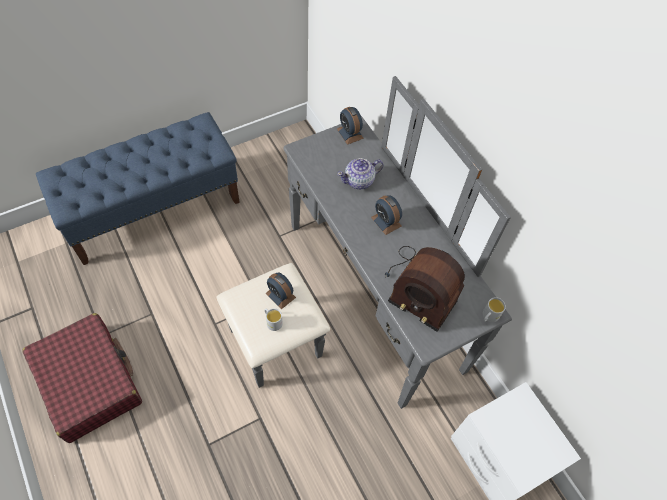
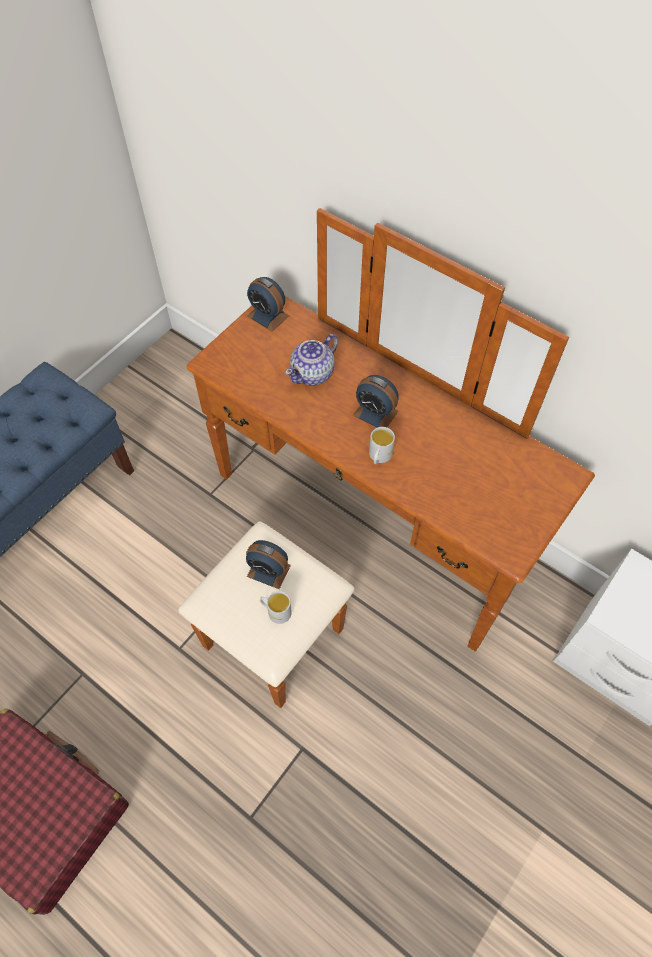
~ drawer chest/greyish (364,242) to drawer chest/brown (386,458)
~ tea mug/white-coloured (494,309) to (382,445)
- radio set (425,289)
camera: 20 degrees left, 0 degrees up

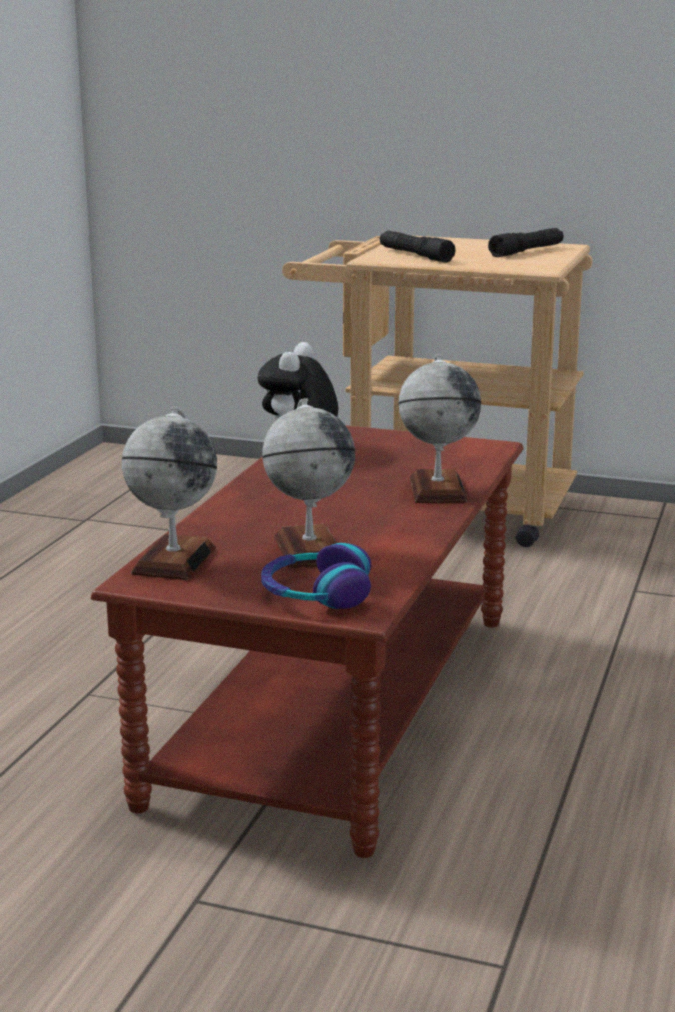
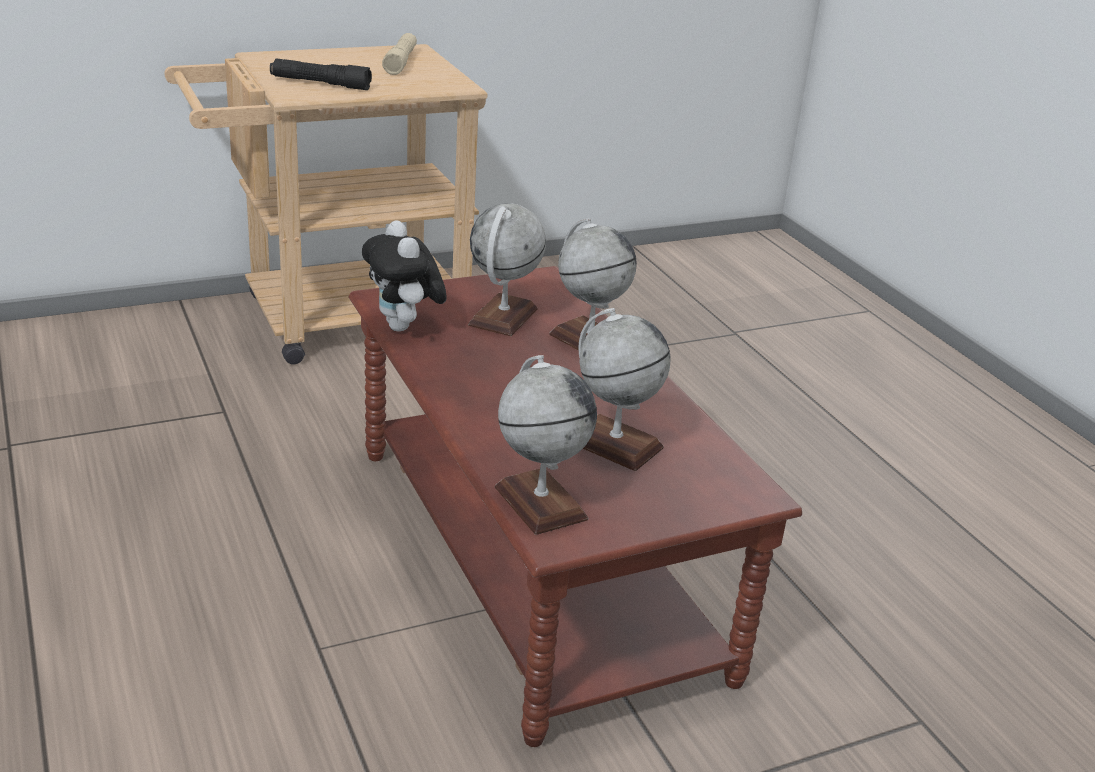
~ flashlight/blackish (526,242) to flashlight/beige-coloured (399,54)
+ world globe (507,269)
- headphones (316,576)
camera: 45 degrees left, 10 degrees up

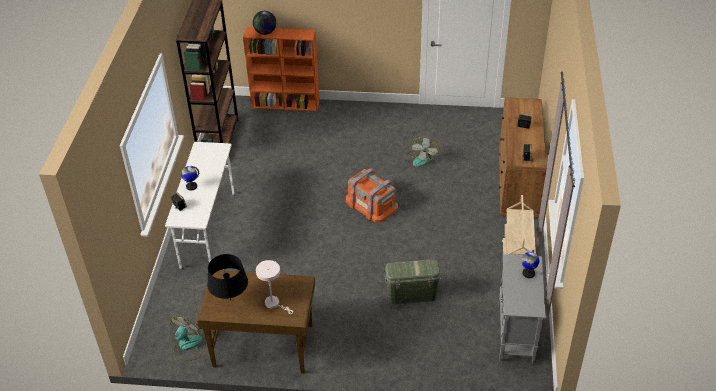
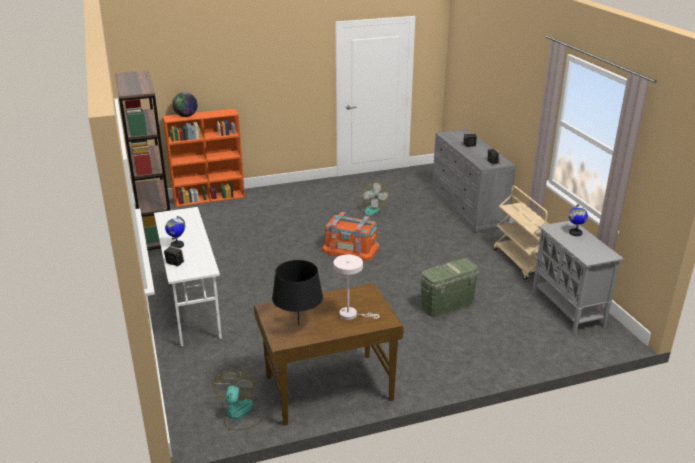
~ drawer chest/brown (522,157) to drawer chest/greyish (474,180)
camera: 25 degrees left, 15 degrees down

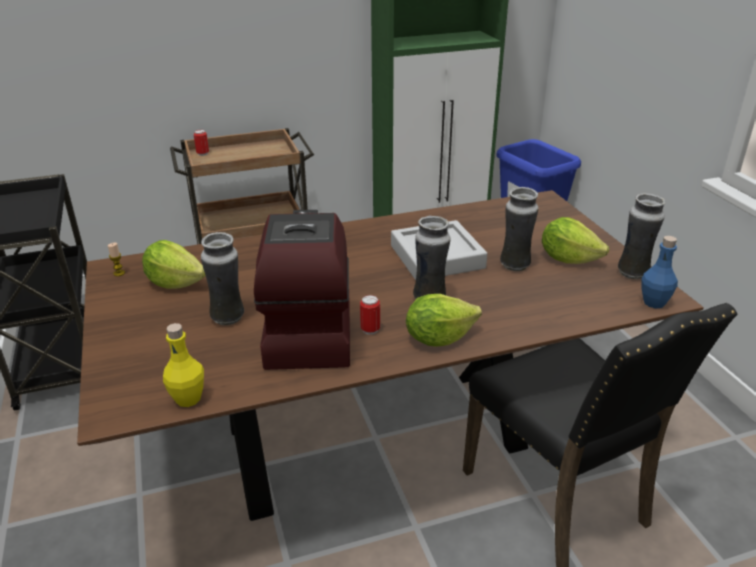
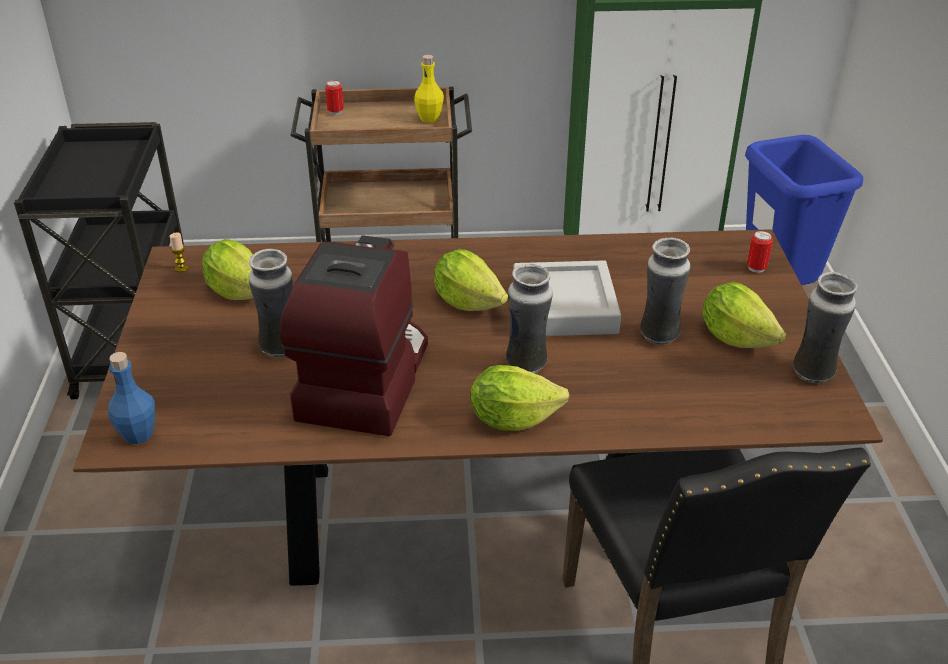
~ drink bottle/blue-coloured (659,272) to (131,398)
~ drink bottle/yellow-coloured (183,365) to (429,89)
+ head of lettuce (471,280)
~ metal can (370,315) to (760,252)
camera: 15 degrees right, 5 degrees up

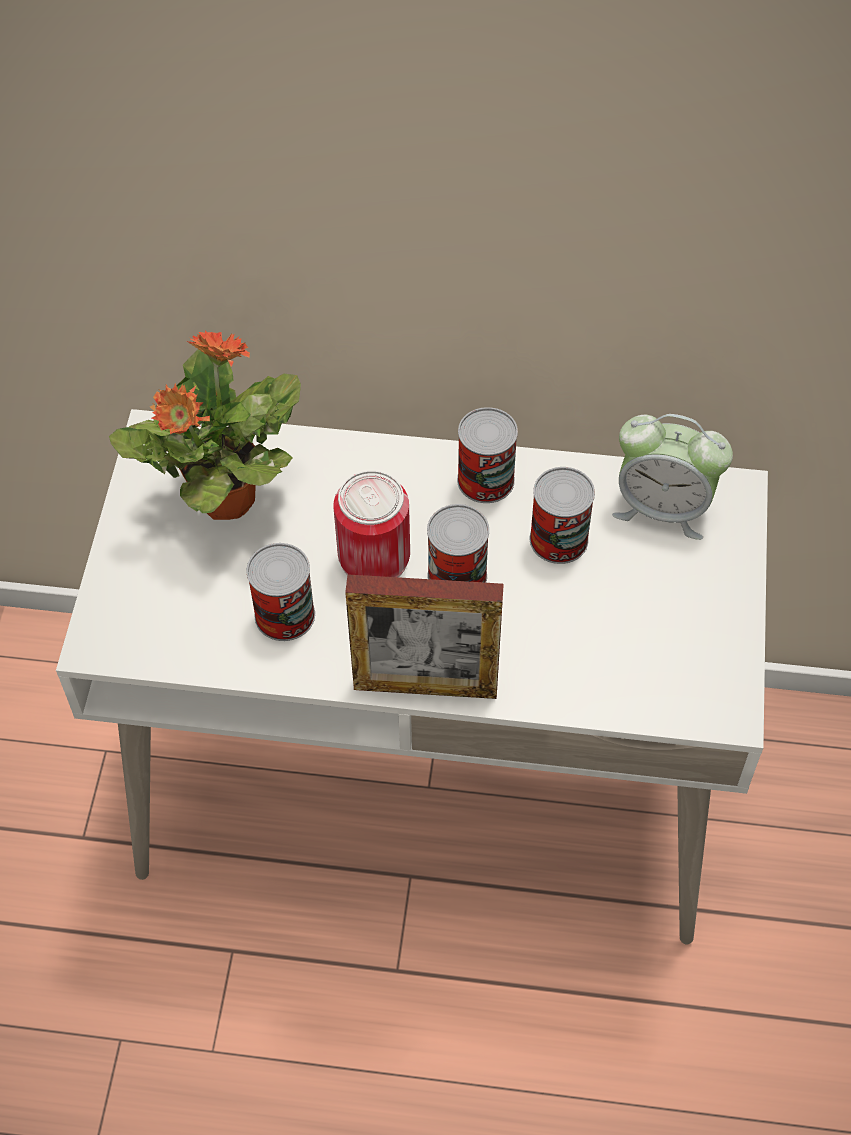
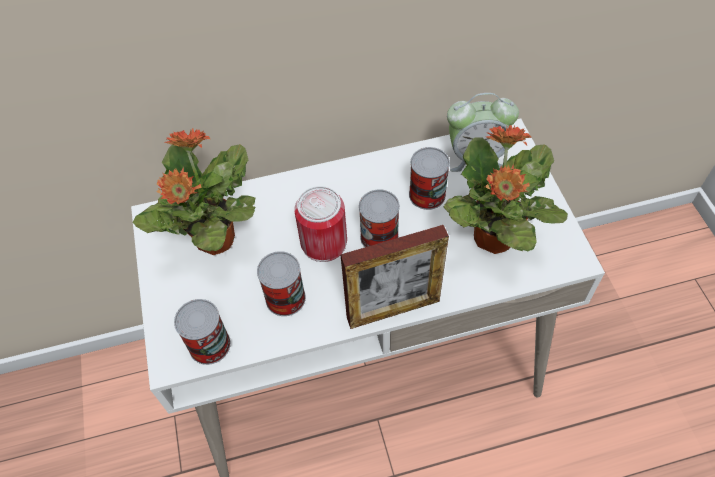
~ metal can (487,455) to (202,332)
+ houseplant (506,189)
camera: 20 degrees left, 0 degrees up

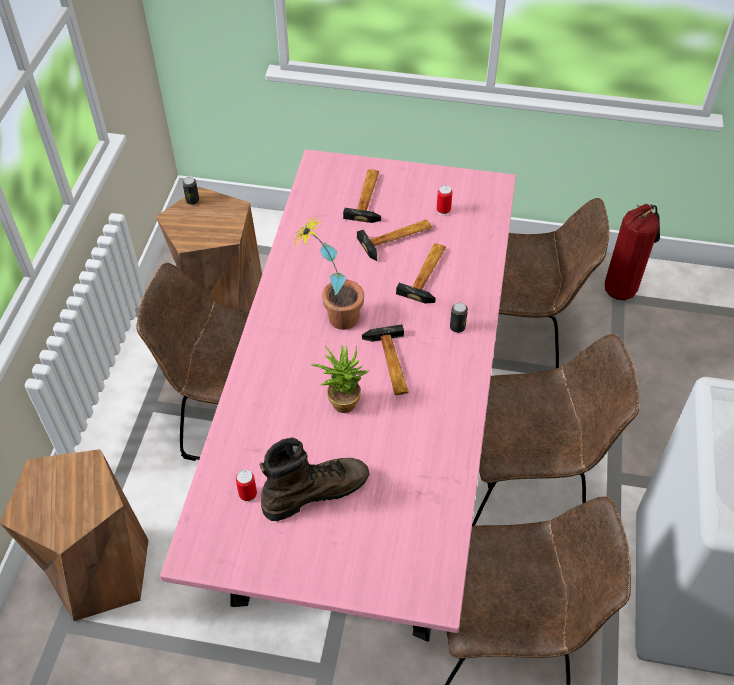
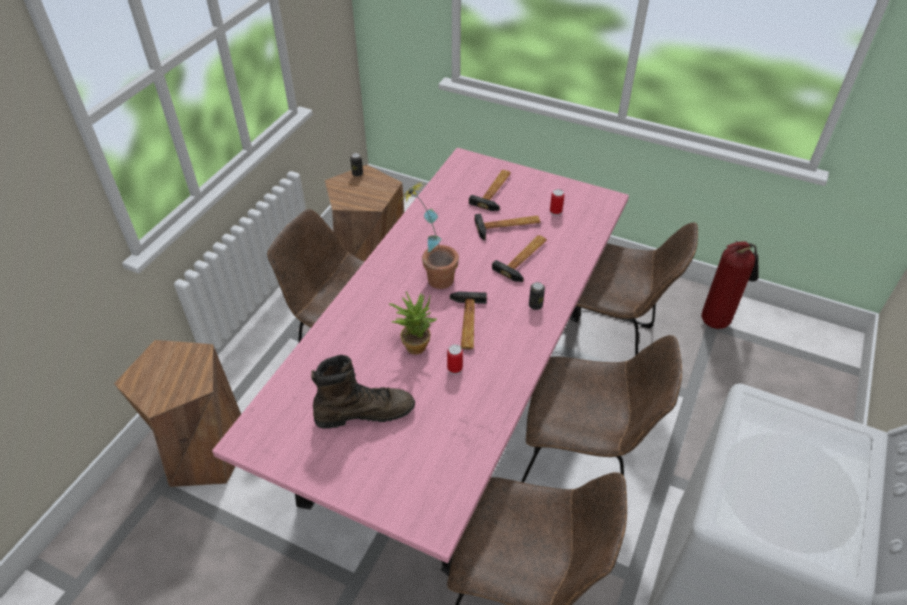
~ metal can (246,486) to (455,359)
camera: 15 degrees right, 5 degrees down

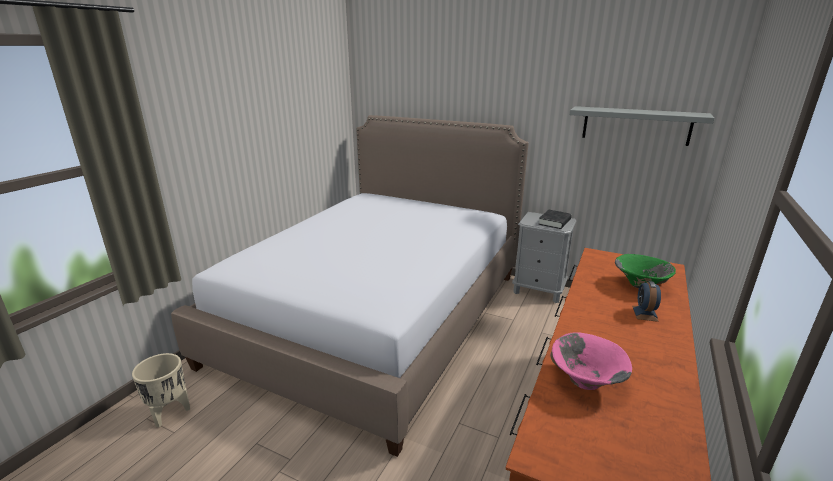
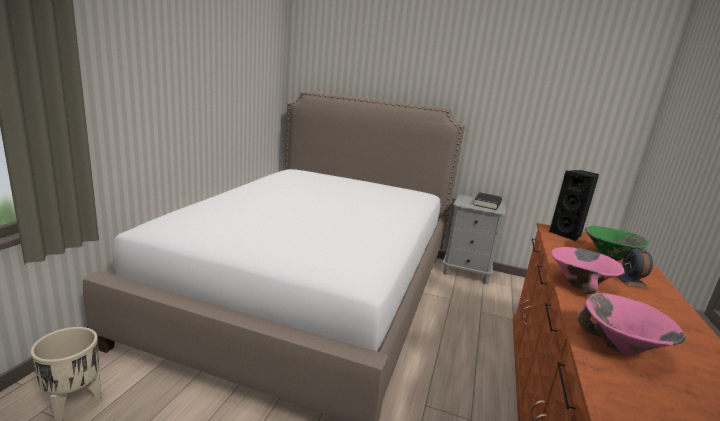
+ loudspeaker/blackish (574,205)
+ serving bowl/pink-coloured (587,270)
- shelf/greyish (641,126)
camera: 10 degrees left, 5 degrees down

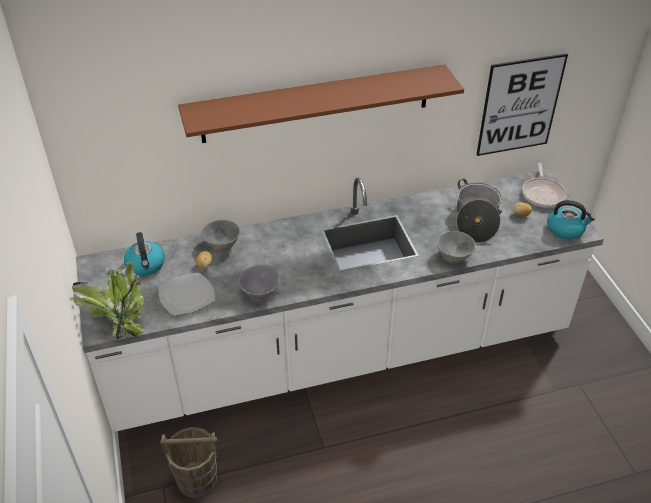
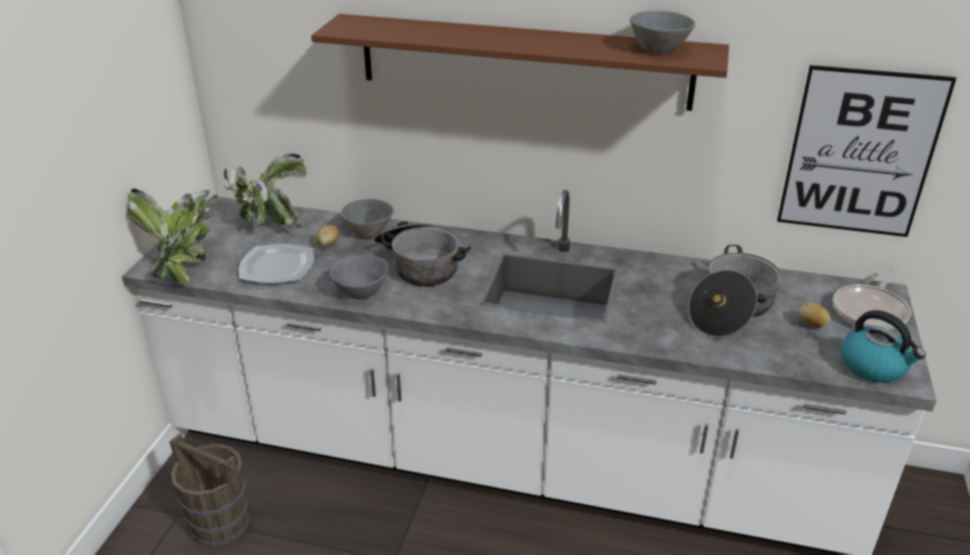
~ water kettle (144,254) to houseplant (265,190)
+ stockpot (422,254)
~ serving bowl/greyish (456,247) to (662,32)
camera: 30 degrees right, 10 degrees down

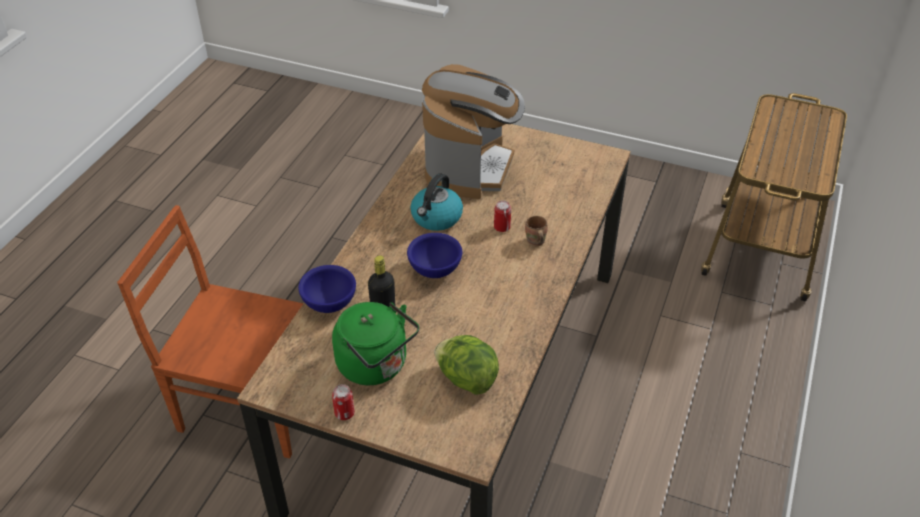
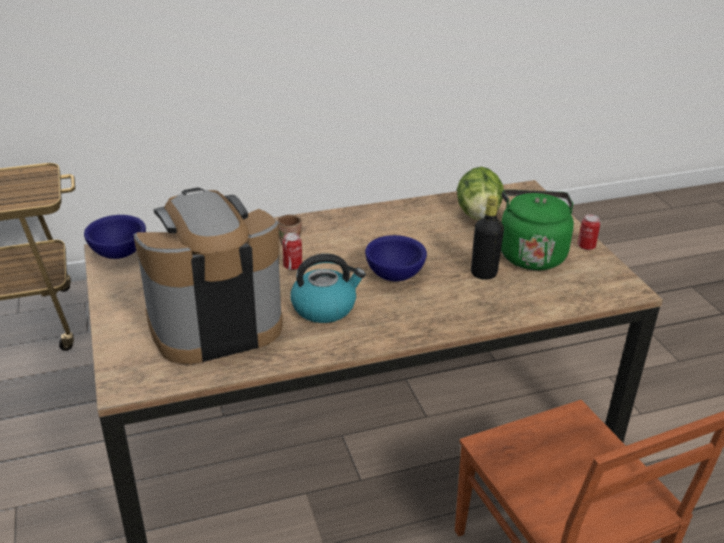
~ serving bowl/blue-coloured (327,289) to (115,237)
camera: 130 degrees left, 10 degrees down

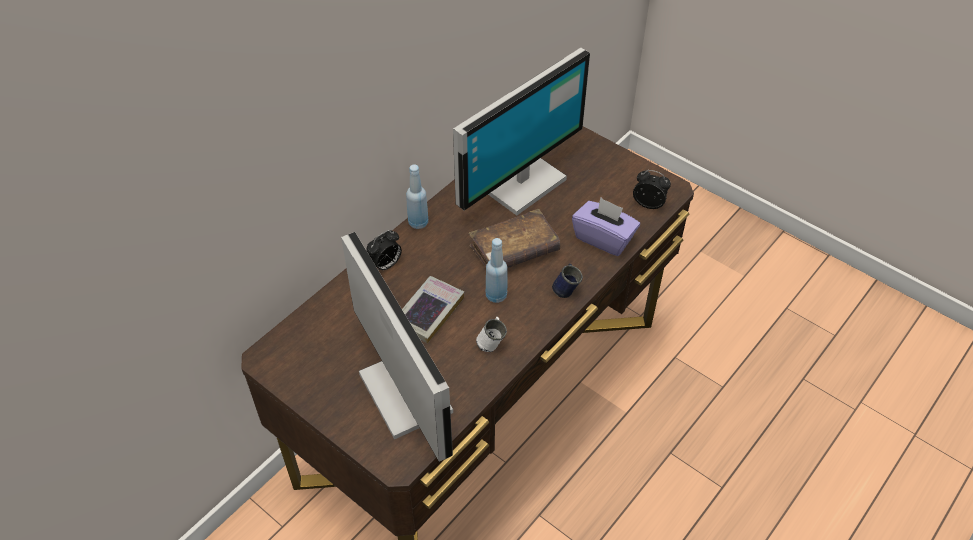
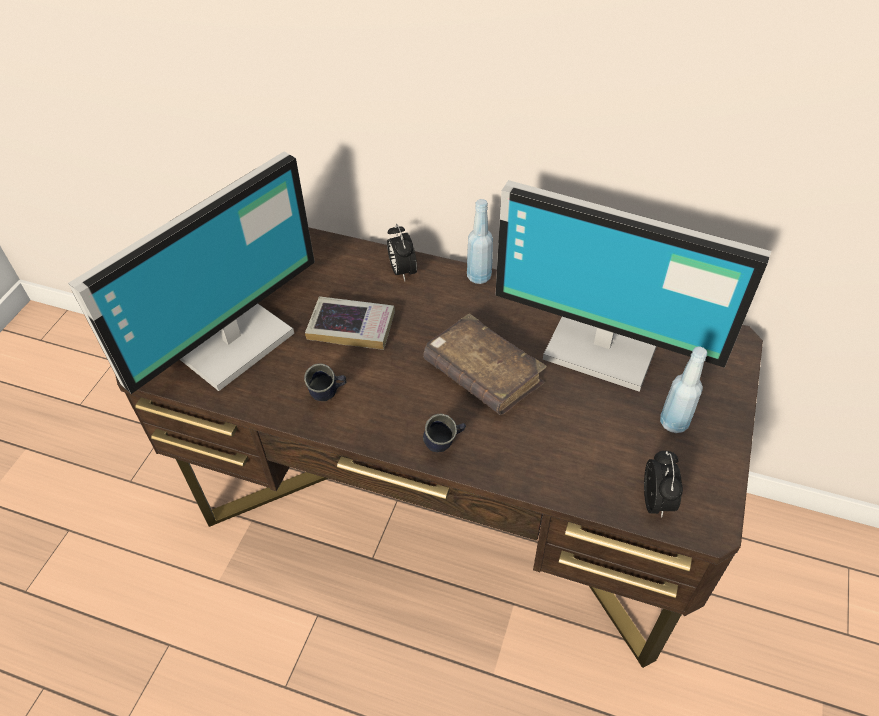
~ tea mug/white-coloured (491,334) to tea mug/blue-coloured (325,382)
~ table clock (384,250) = (402,252) 45 degrees clockwise
~ drink bottle/blue-coloured (497,270) to (683,390)
- tissue holder/purple-coloured (606,226)
camera: 70 degrees right, 0 degrees up

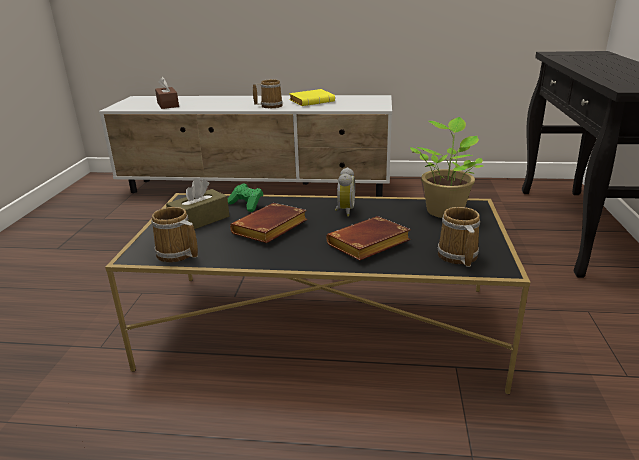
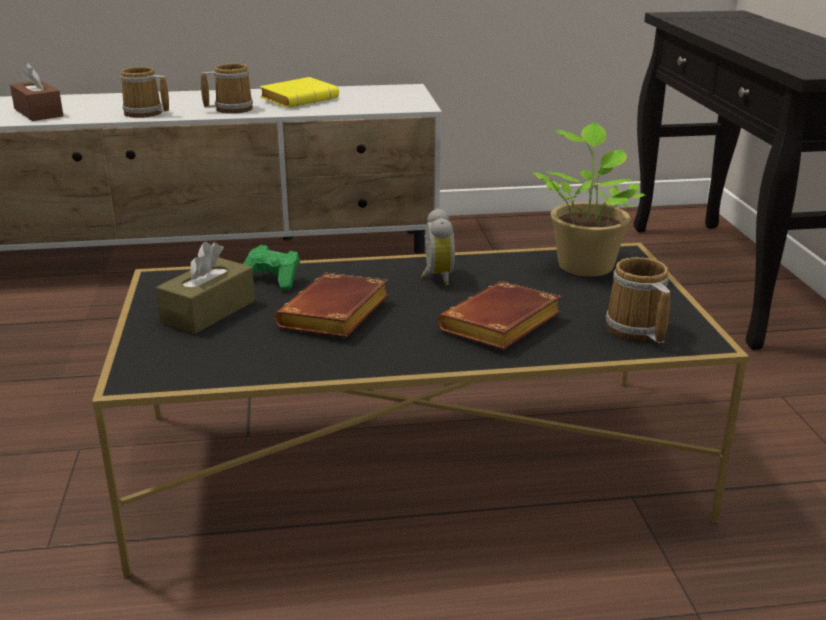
~ tea mug (174,234) to (145,92)
camera: 15 degrees left, 0 degrees up

